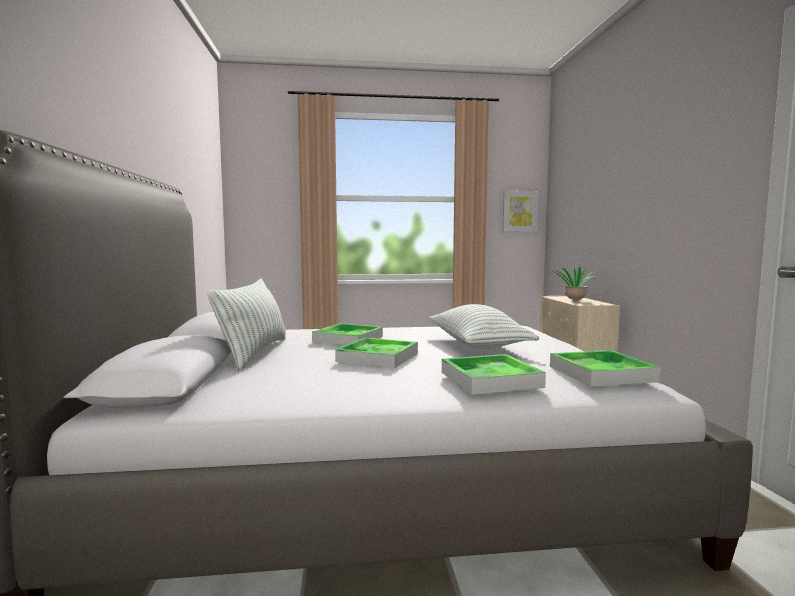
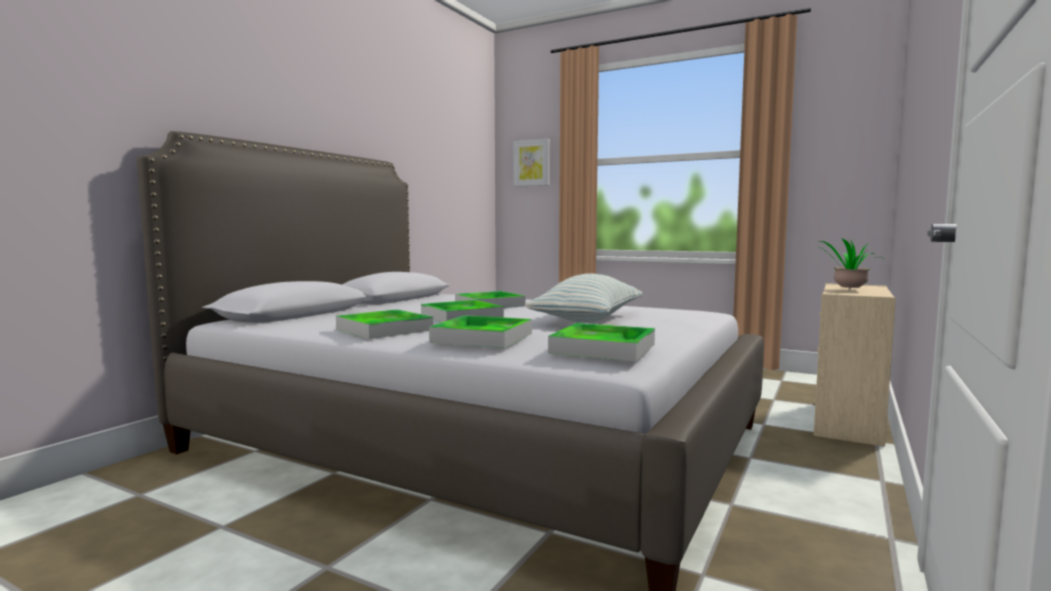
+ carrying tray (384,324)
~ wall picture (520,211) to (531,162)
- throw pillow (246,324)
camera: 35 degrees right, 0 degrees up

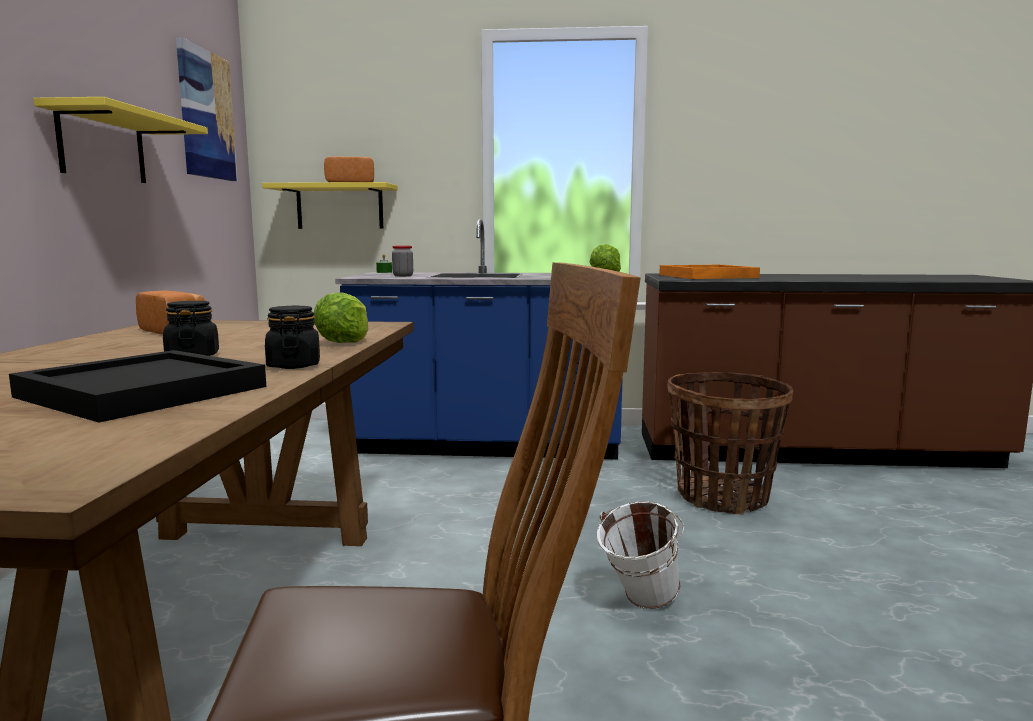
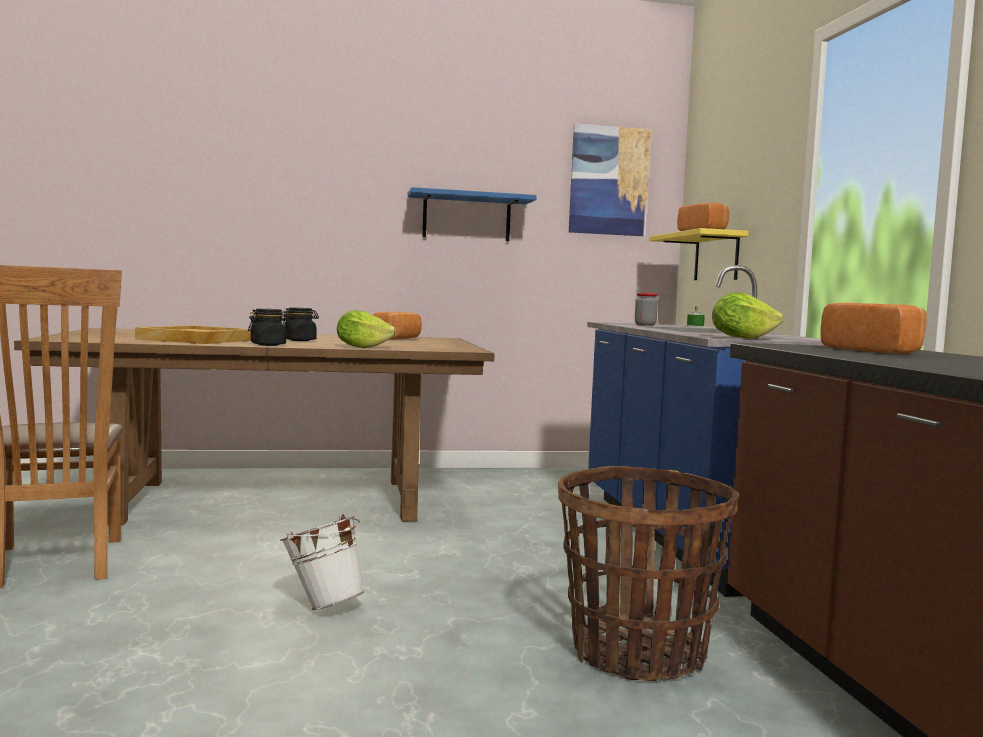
~ carrying tray/blackish (137,386) to carrying tray/beige-coloured (193,334)
~ shelf/yellow-coloured (120,140) to shelf/blue-coloured (472,214)
~ carrying tray/orange-coloured (709,272) to baked bread (874,328)
camera: 75 degrees right, 5 degrees down

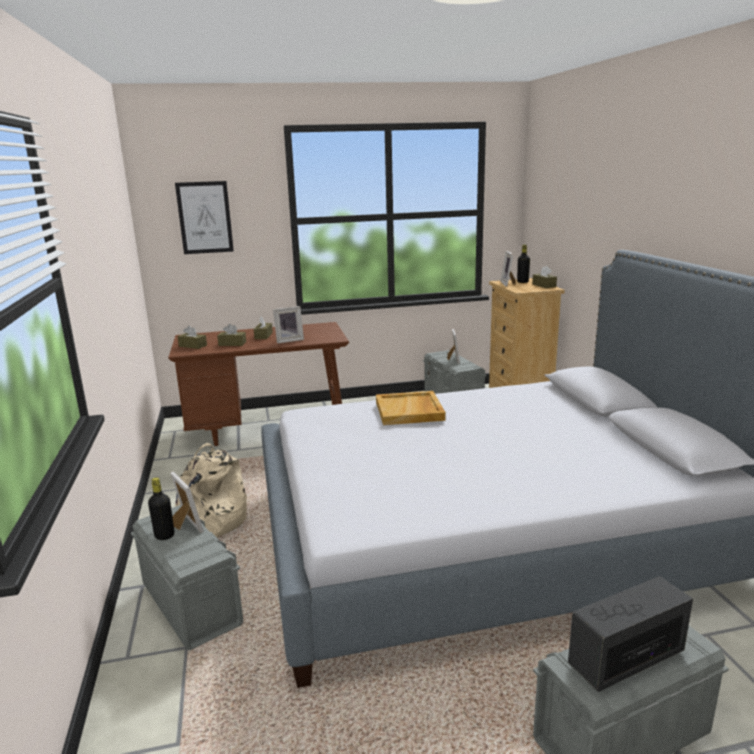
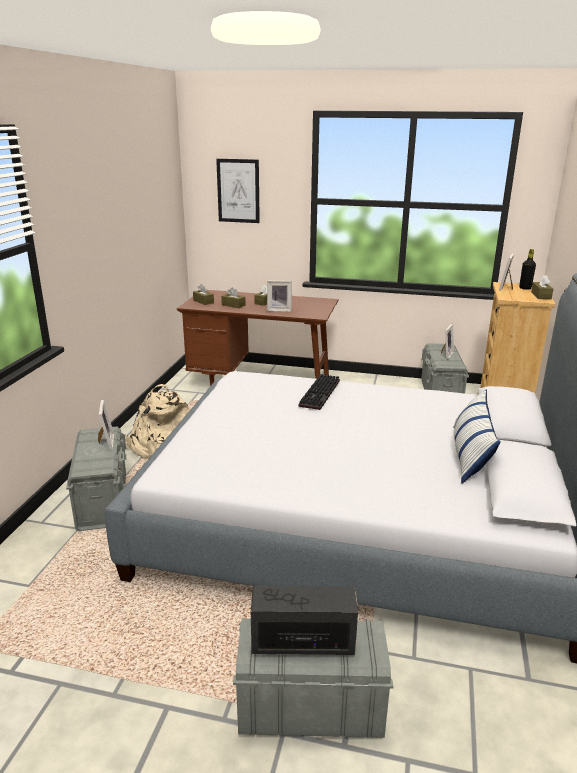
~ carrying tray/beige-coloured (411,408) to keyboard (319,392)
+ throw pillow (477,437)
- drink bottle/blackish (161,509)
camera: 25 degrees right, 5 degrees up

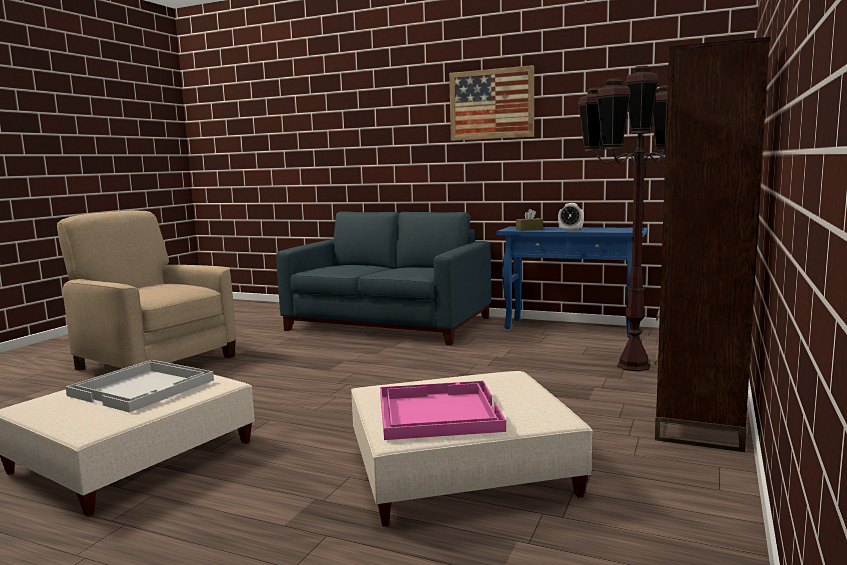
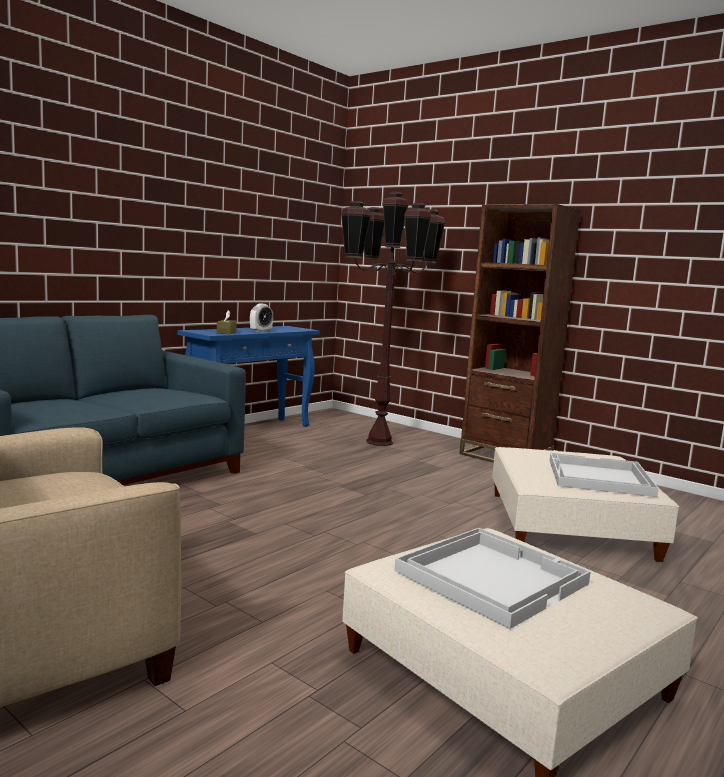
~ carrying tray/pink-coloured (443,410) to carrying tray/white-coloured (604,475)
- wall picture (491,103)
camera: 75 degrees left, 0 degrees up

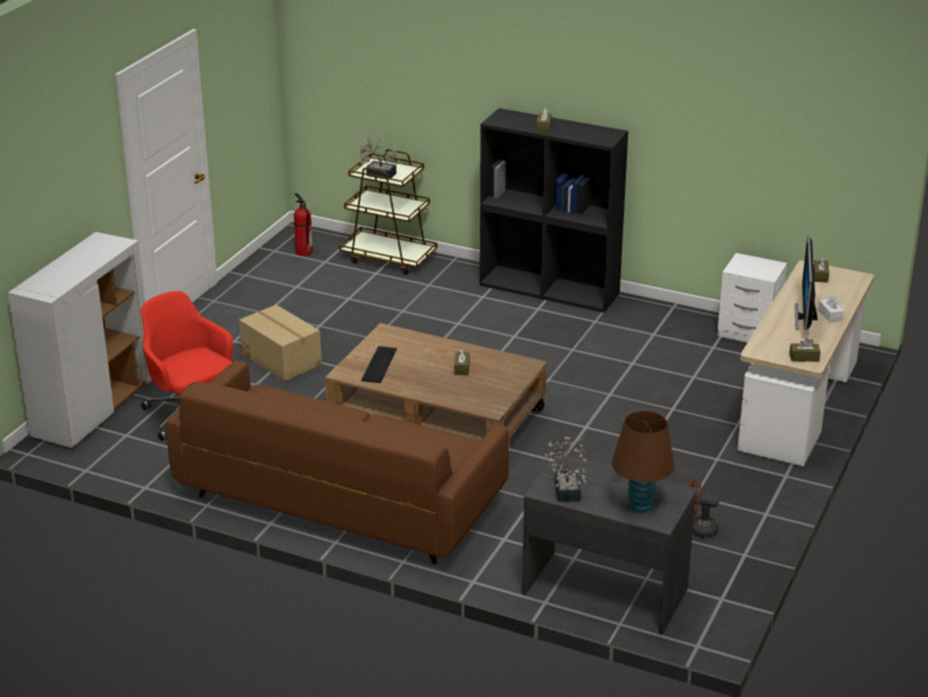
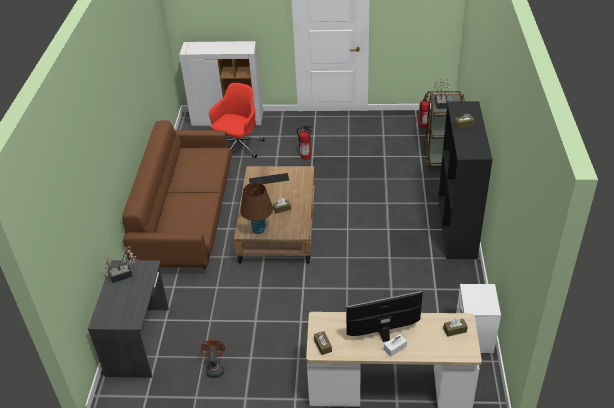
~ table lamp/brown (643,462) to (256,208)
~ carton (280,343) to fire-fighting cylinder (304,142)
camera: 70 degrees right, 10 degrees up

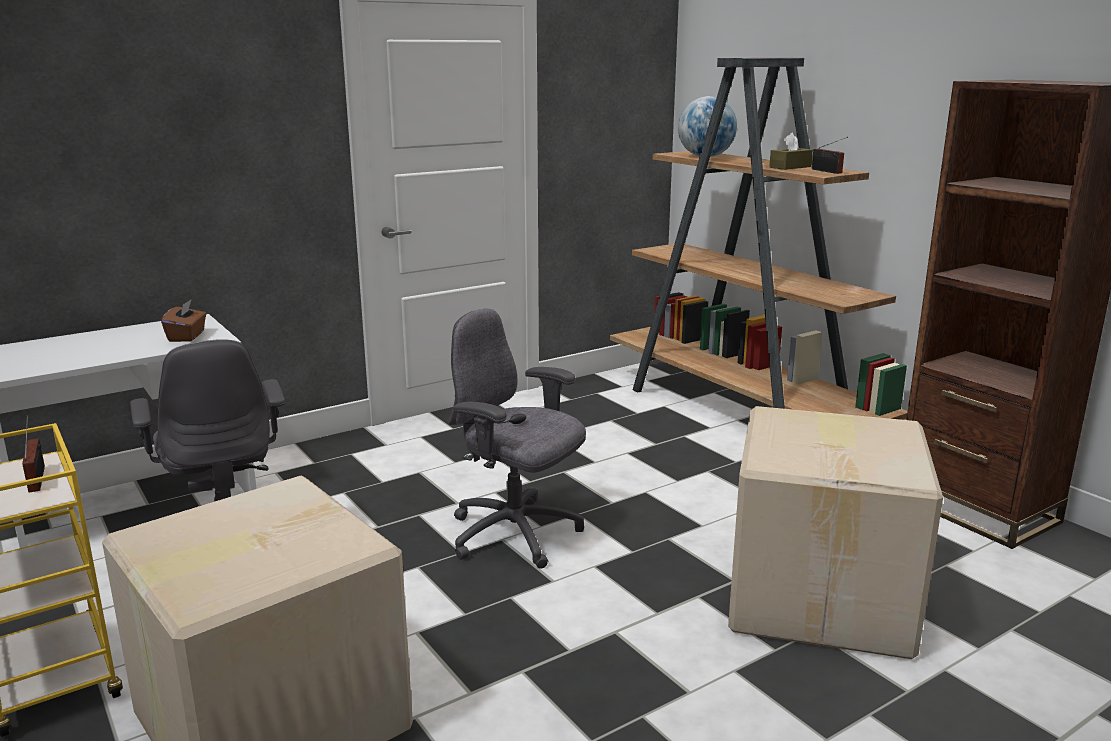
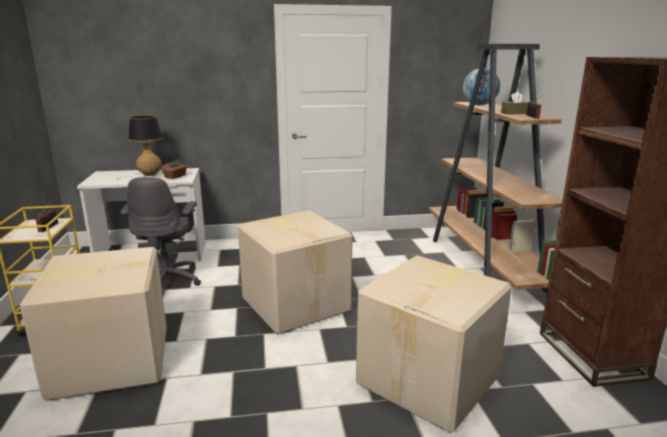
+ table lamp (139,147)
~ computer chair/greyish (517,439) to carton (295,272)
camera: 25 degrees right, 0 degrees up

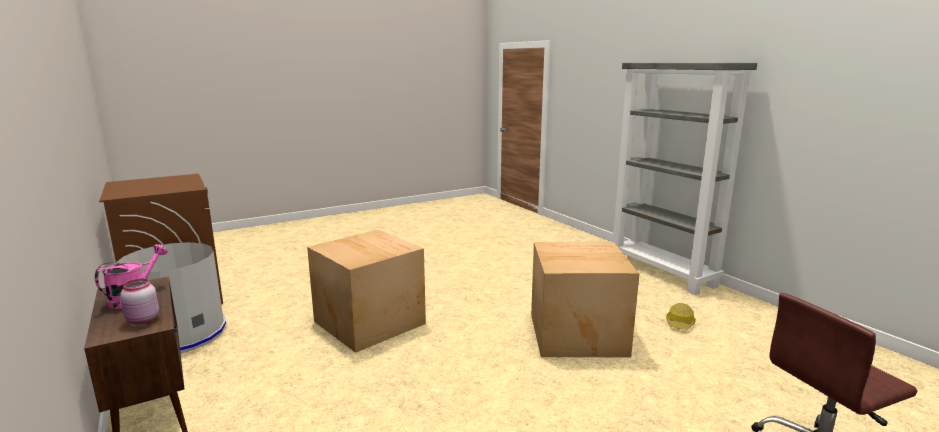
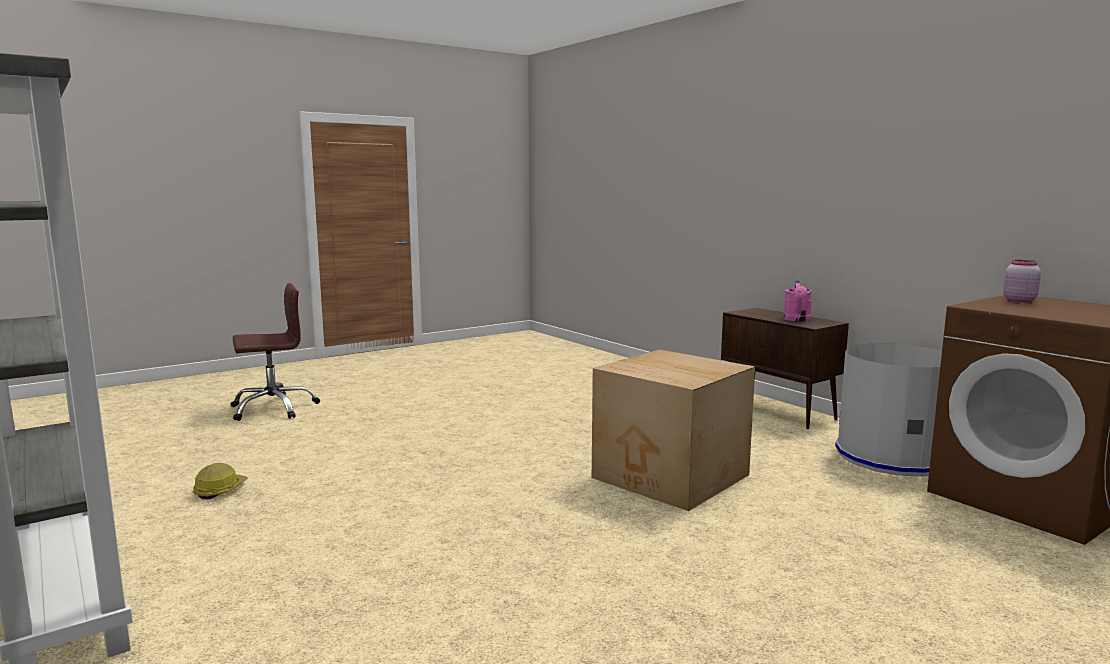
~ preserve jar/pink-coloured (139,301) to (1022,281)
- carton (585,299)
camera: 175 degrees right, 5 degrees down

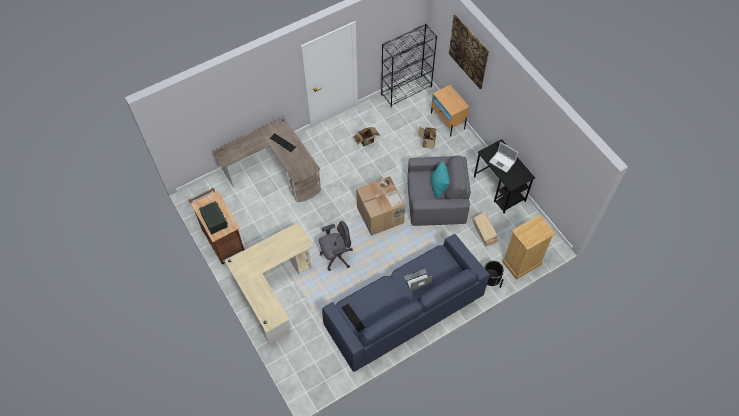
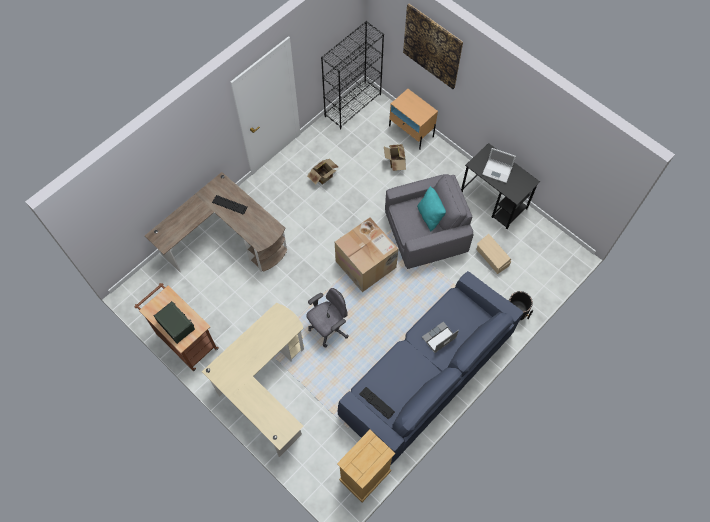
~ drawer chest/beige-coloured (529,247) to (366,466)
camera: 15 degrees left, 5 degrees up

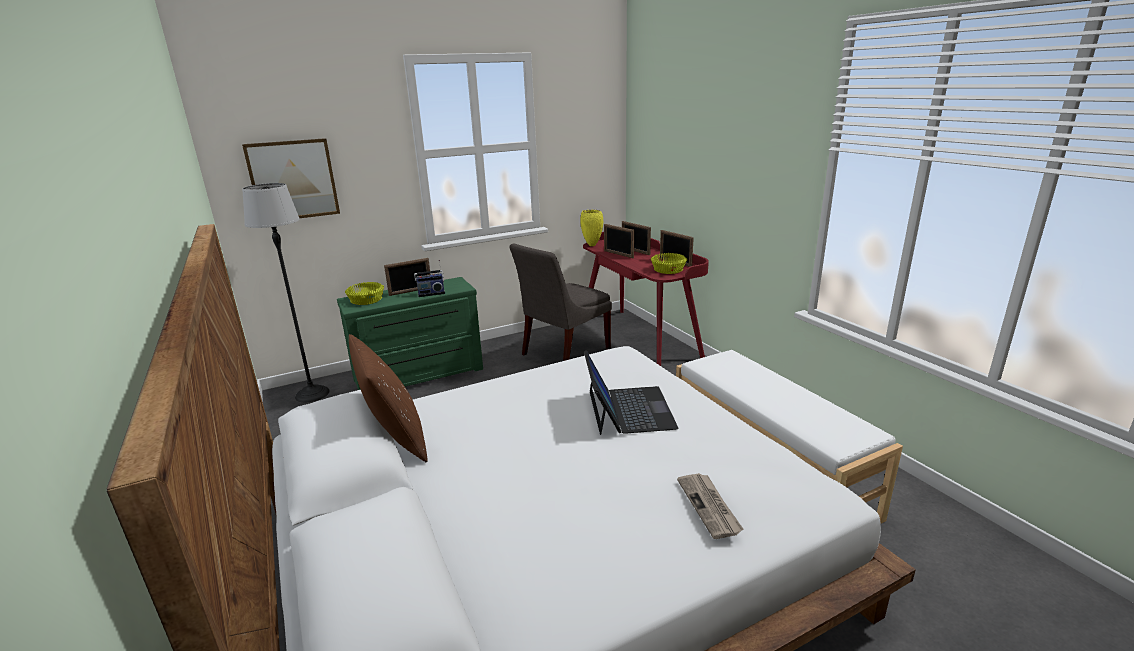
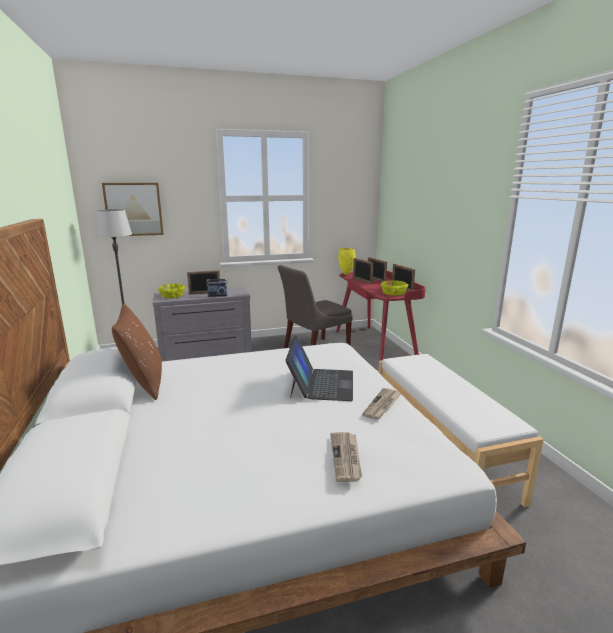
~ drawer chest/green-coloured (410,333) to drawer chest/greyish (202,324)
+ newspaper (382,404)
camera: 10 degrees right, 5 degrees down

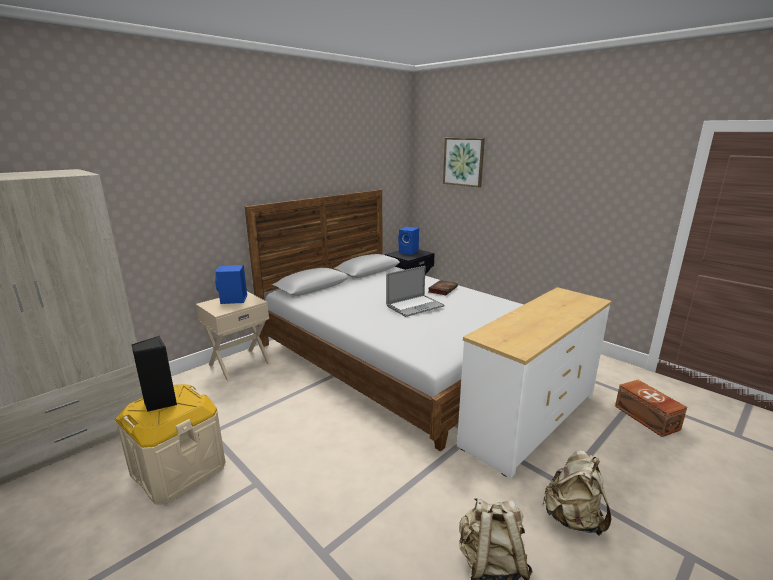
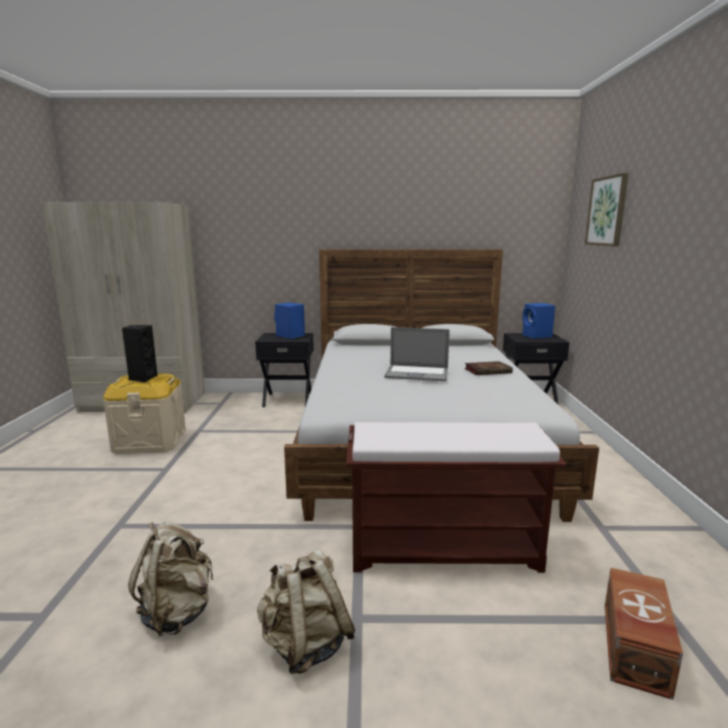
~ night table/beige-coloured (233,336) to night table/blackish (284,370)
~ drawer chest/white-coloured (534,382) to indoor bench/brown (456,497)
camera: 45 degrees right, 5 degrees down

